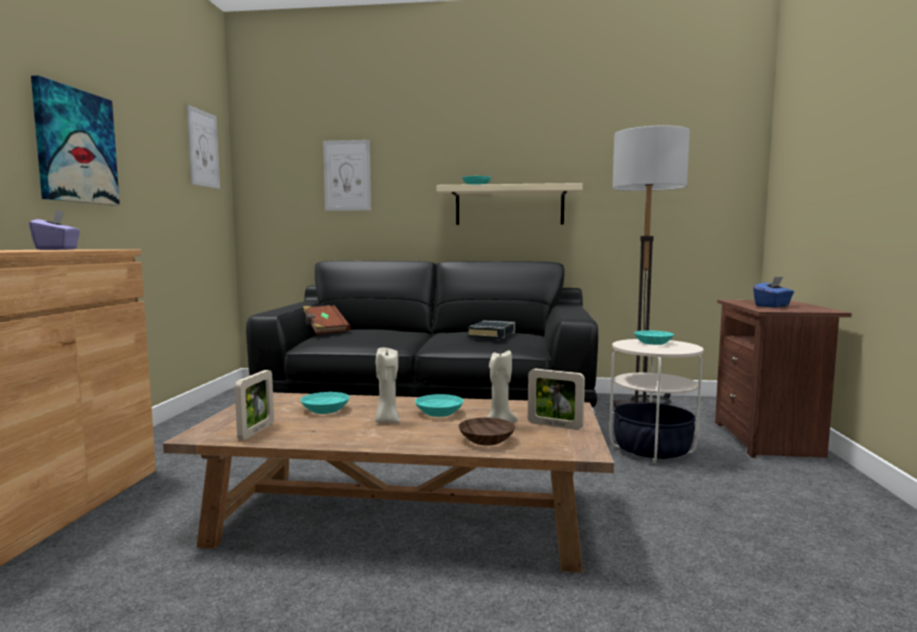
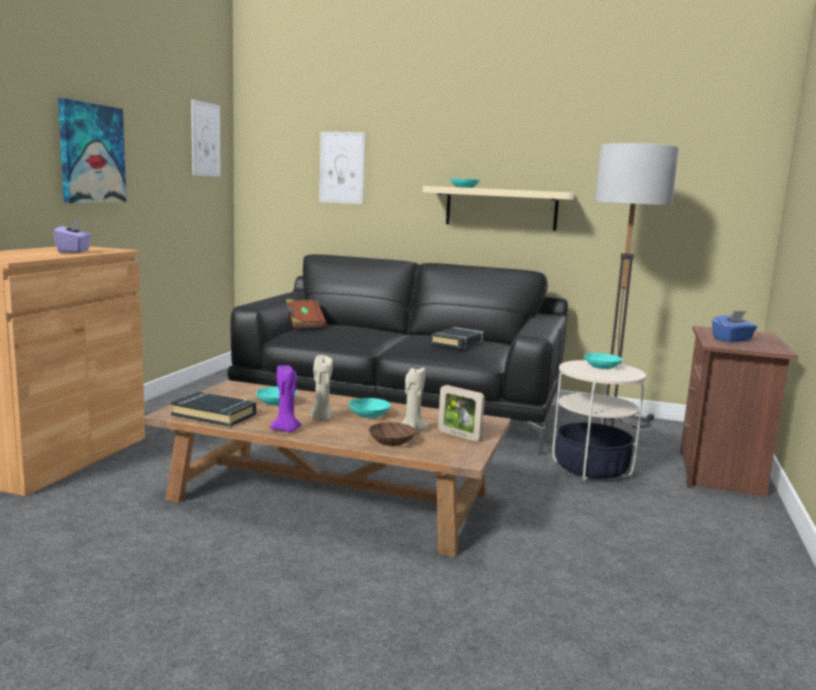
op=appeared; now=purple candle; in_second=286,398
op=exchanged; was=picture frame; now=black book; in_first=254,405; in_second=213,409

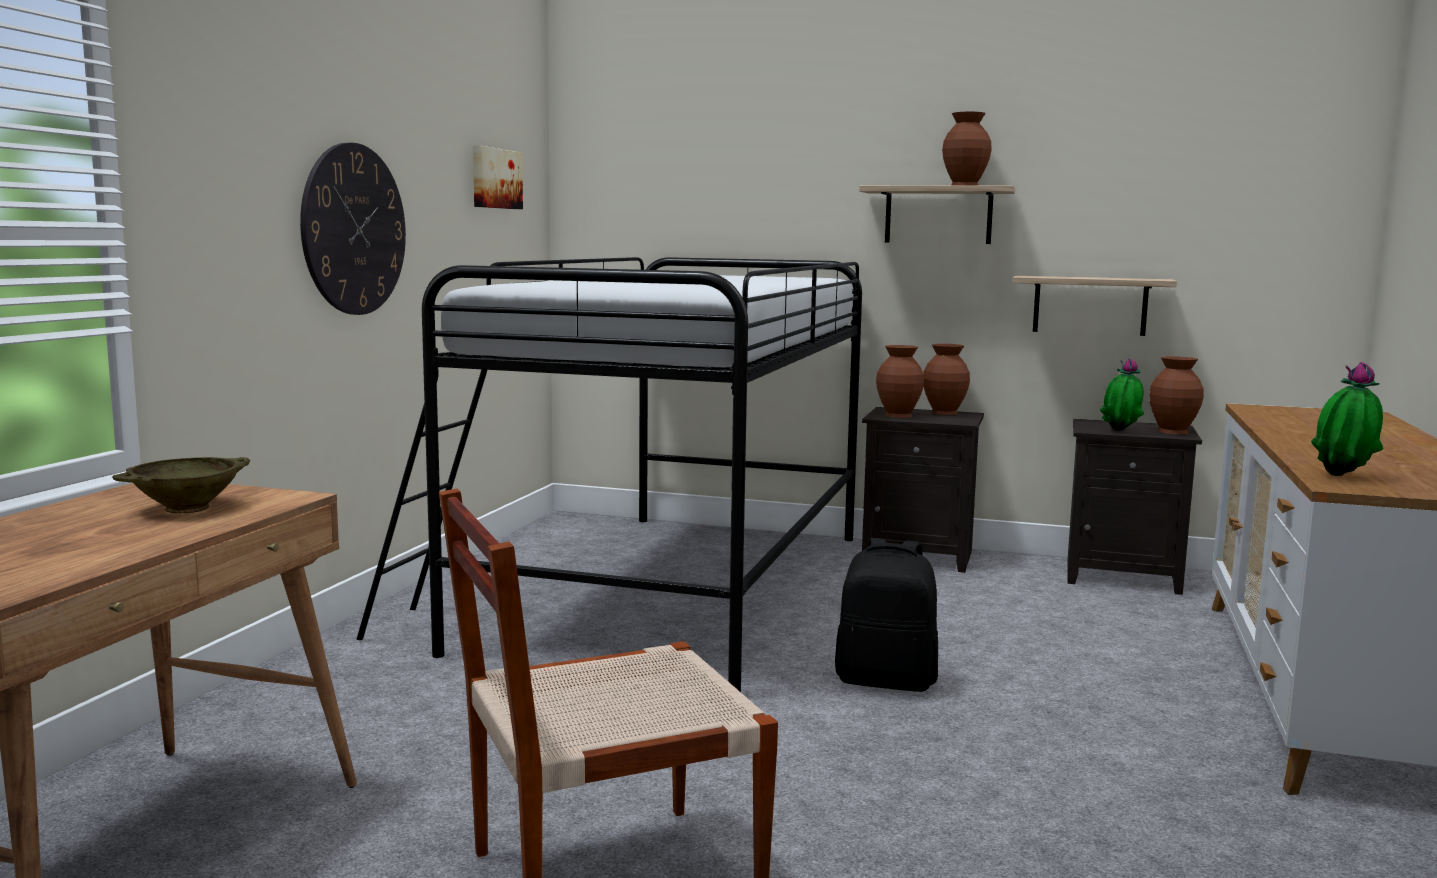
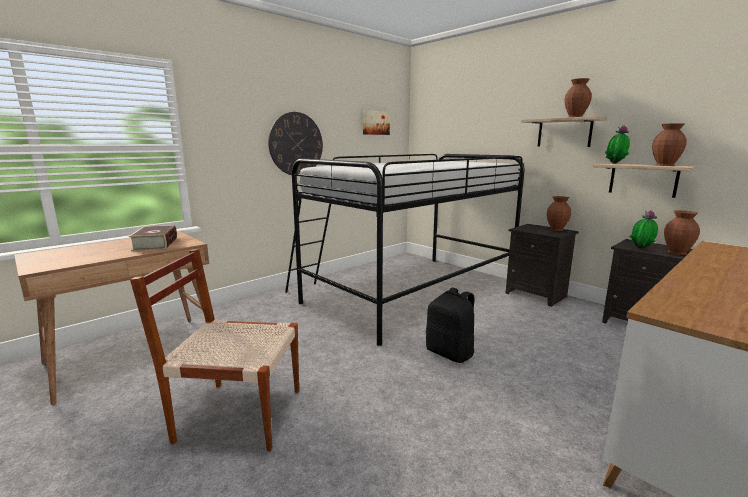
op=relocated; was=brown vase; in_first=900,381; in_second=669,144
op=relocated; was=potted plant; in_first=1347,419; in_second=617,144
op=exchanged; was=beige bowl; now=book; in_first=181,485; in_second=153,238

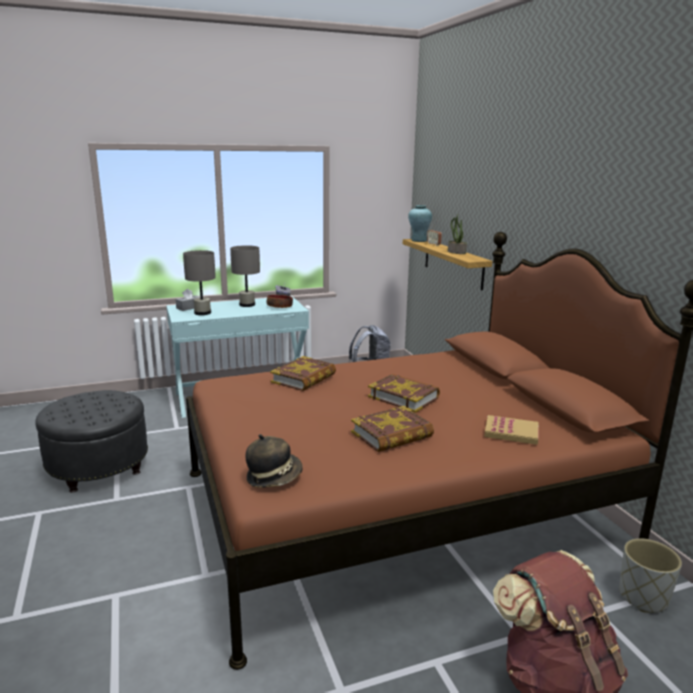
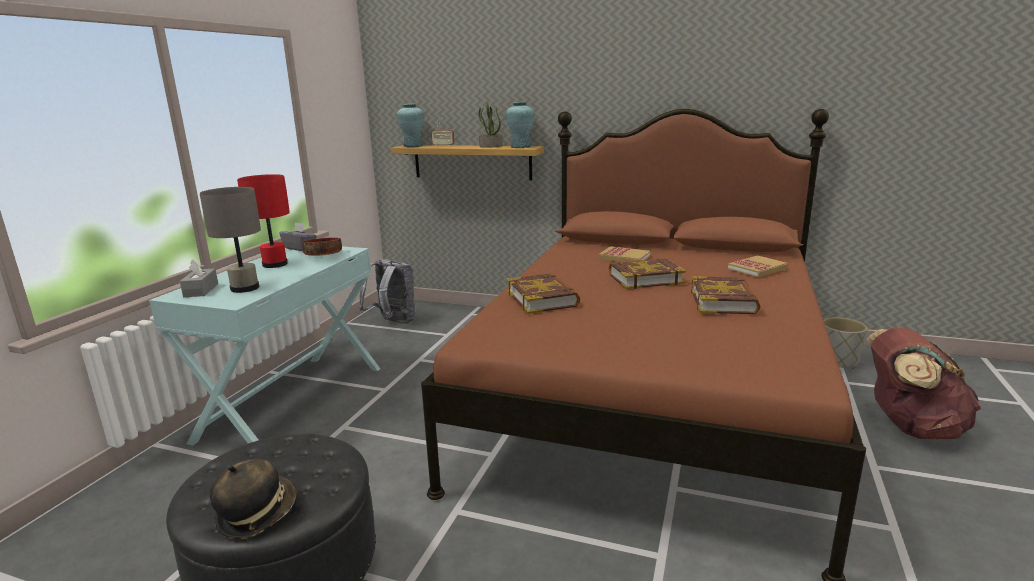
op=appeared; now=turquoise vase; in_second=520,125
op=appeared; now=book; in_second=624,254
op=relocated; was=hat; in_first=274,461; in_second=253,499
op=colour; was=grey table lamp; now=red table lamp; in_first=245,276; in_second=263,221

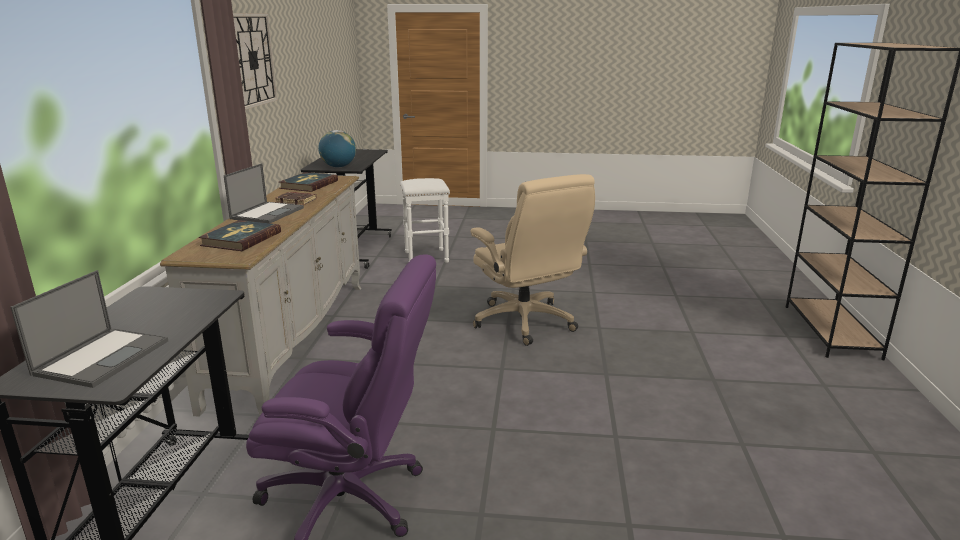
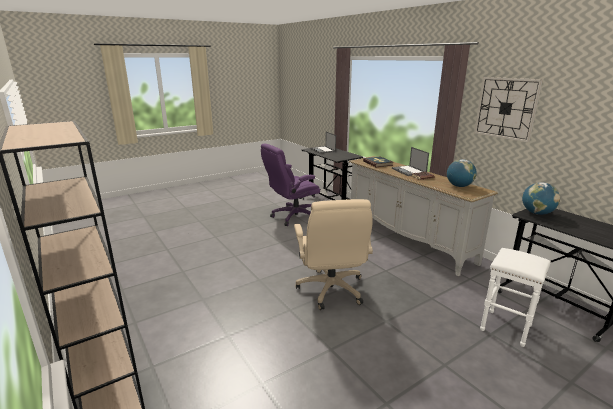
op=exchanged; was=book; now=globe; in_first=308,182; in_second=462,173
op=spun; was=beige office chair; in_first=533,260; in_second=333,254; clockwise=-120

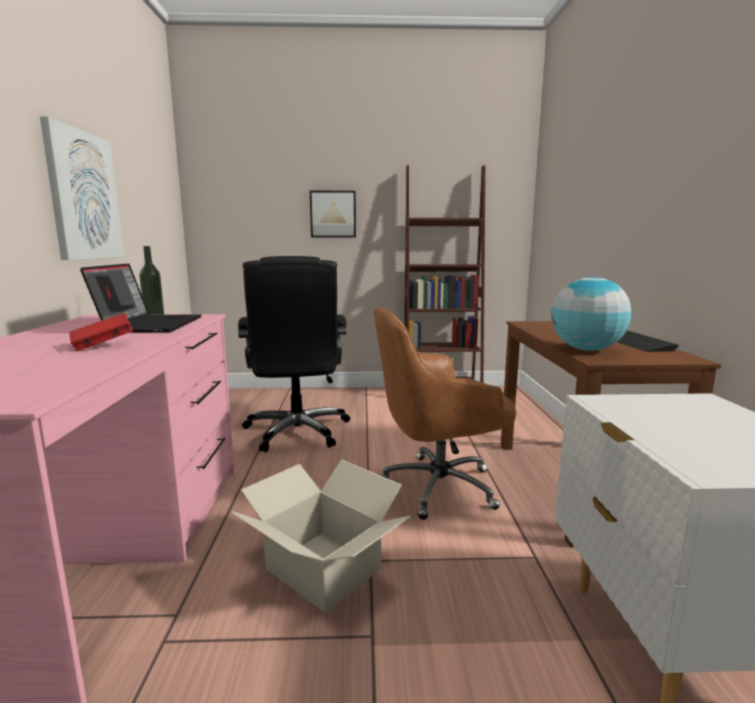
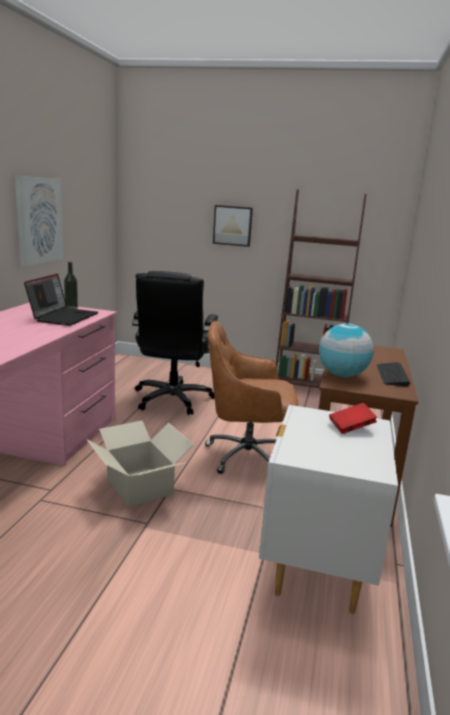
op=relocated; was=red book; in_first=101,332; in_second=353,418

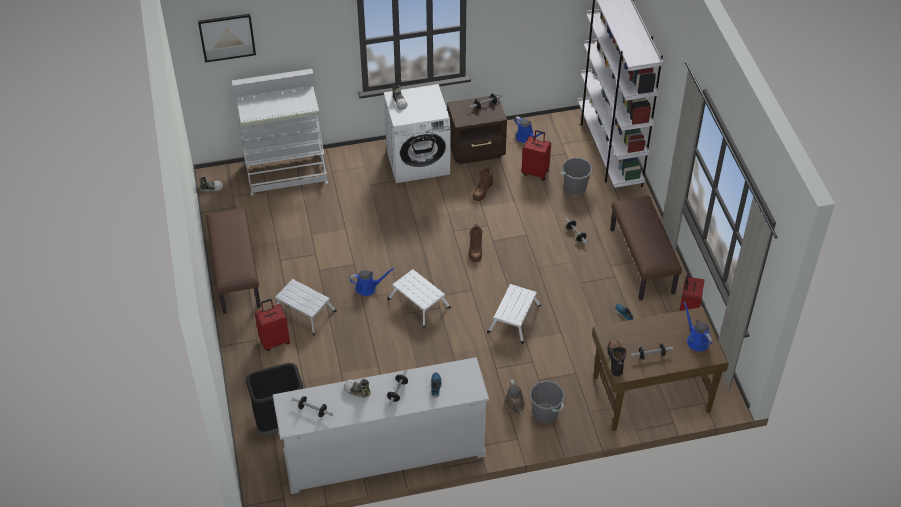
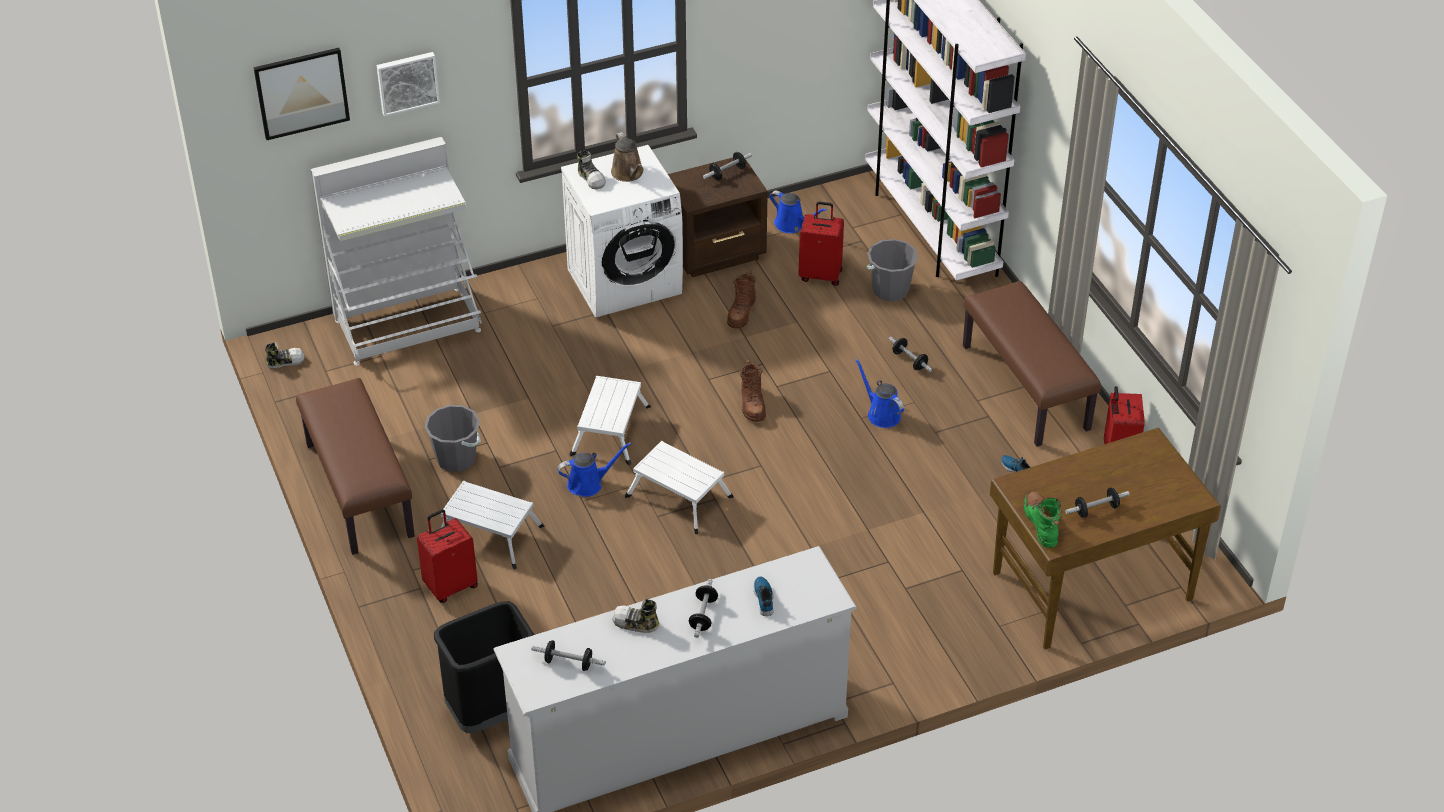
op=appeared; now=picture; in_second=408,84
op=relocated; was=white step ladder; in_first=514,314; in_second=610,420
op=relocated; was=brown watering can; in_first=514,397; in_second=627,157
op=relocated; was=grey bucket; in_first=547,401; in_second=453,438
op=relocated; was=blue watering can; in_first=698,326; in_second=879,393
op=colour; was=black boot; now=green boot; in_first=616,357; in_second=1043,520

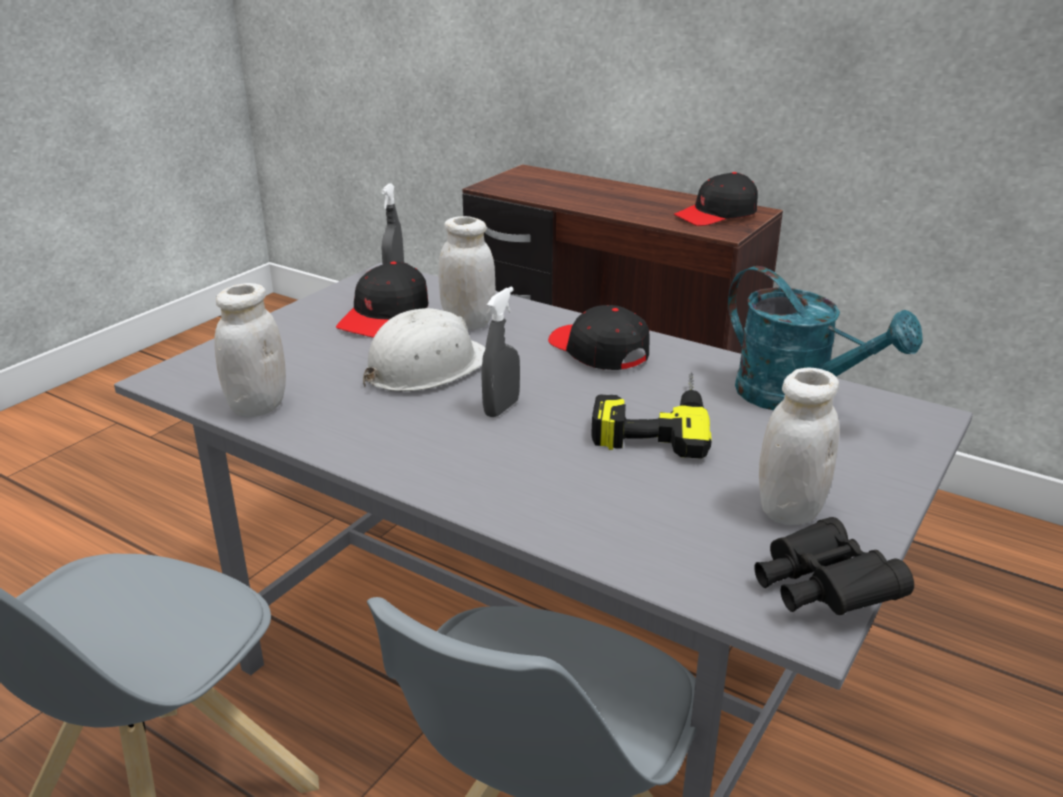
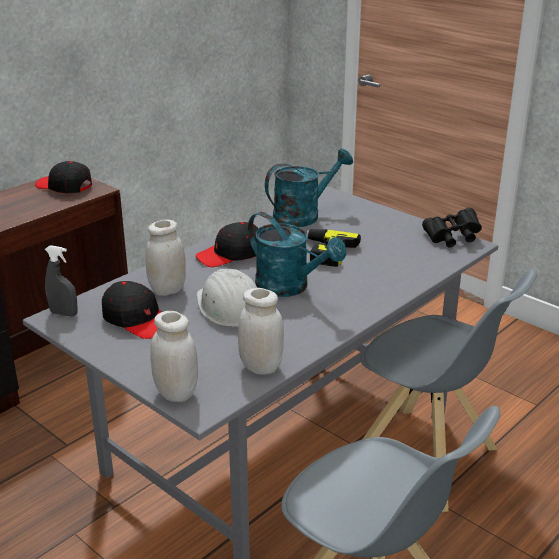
op=relocated; was=white jar; in_first=799,446; in_second=174,356
op=exchanged; was=grey spray bottle; now=turquoise watering can; in_first=500,351; in_second=297,254
op=spun; was=black cap; in_first=716,199; in_second=63,177; clockwise=135

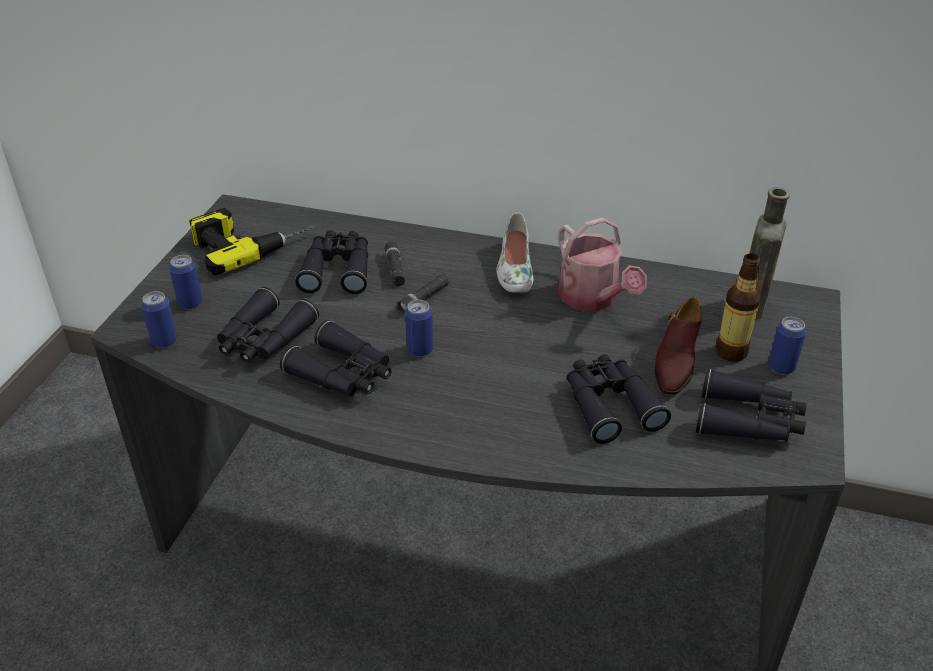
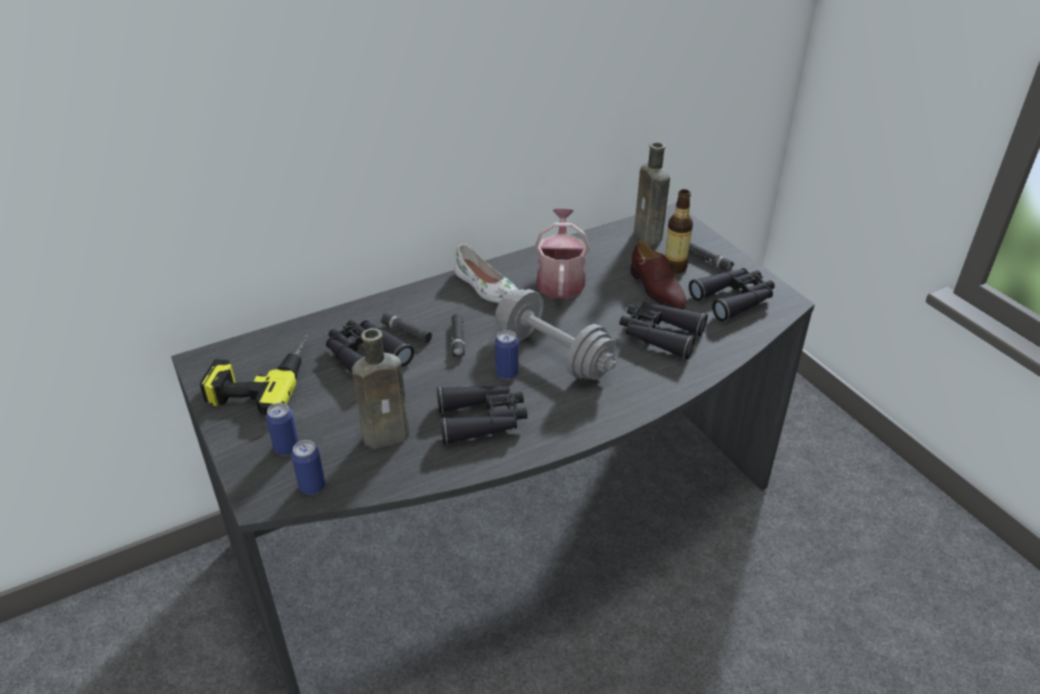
op=appeared; now=grey dumbbell; in_second=555,334
op=exchanged; was=black binoculars; now=brown bottle; in_first=268,325; in_second=381,388
op=exchanged; was=can; now=black flashlight; in_first=787,346; in_second=711,256
op=spun; was=watering can; in_first=602,264; in_second=562,253; clockwise=-105

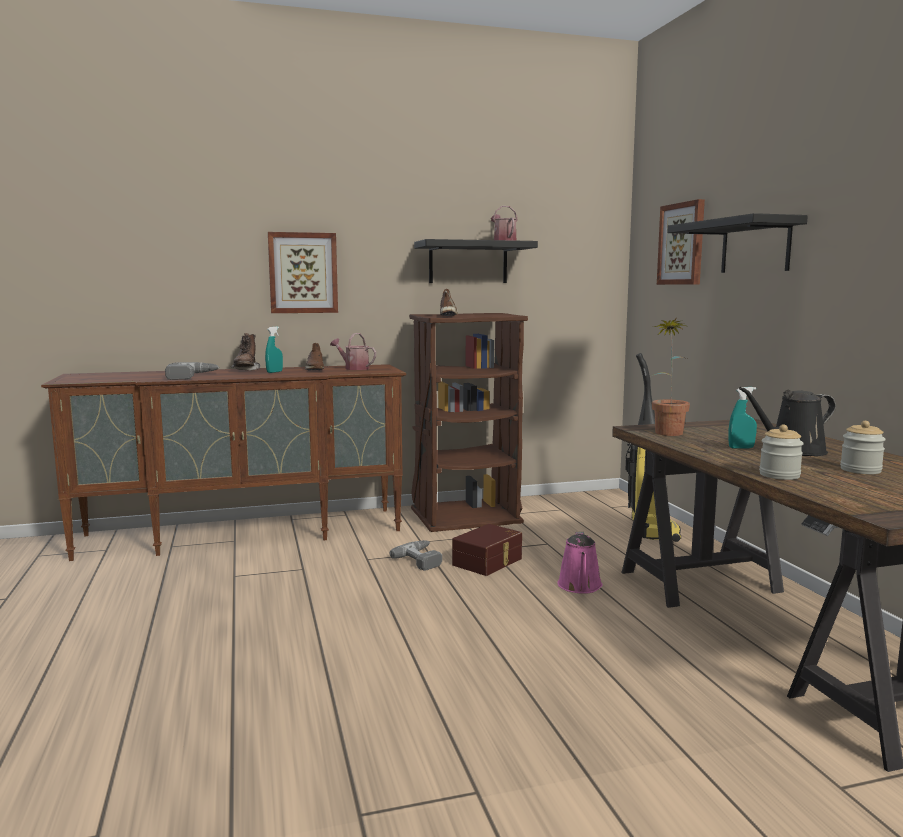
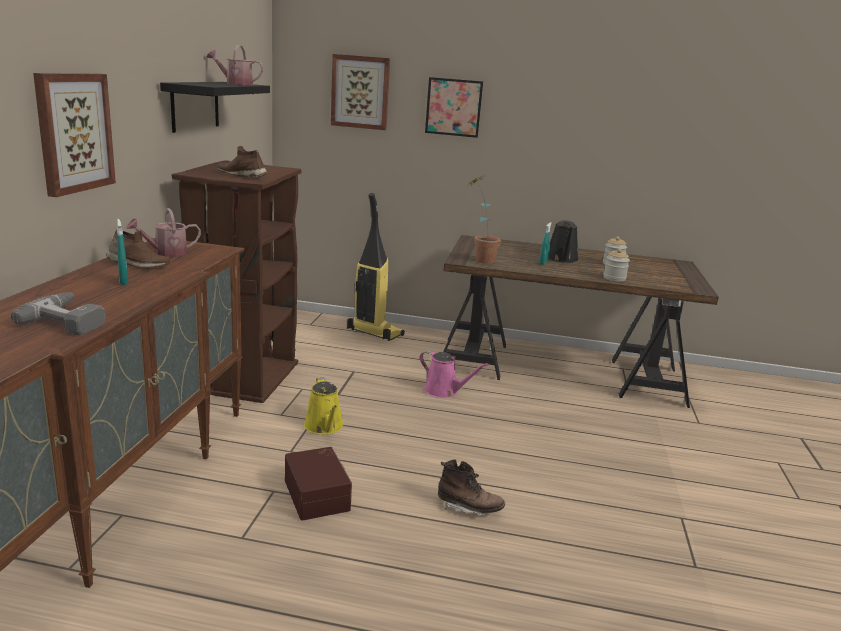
op=relocated; was=brown boot; in_first=245,352; in_second=471,488
op=relocated; was=brown storage box; in_first=487,550; in_second=318,484
op=exchanged; was=power drill; now=yellow watering can; in_first=416,555; in_second=324,406
op=exchanged; was=black shelf; now=picture; in_first=737,243; in_second=454,107

